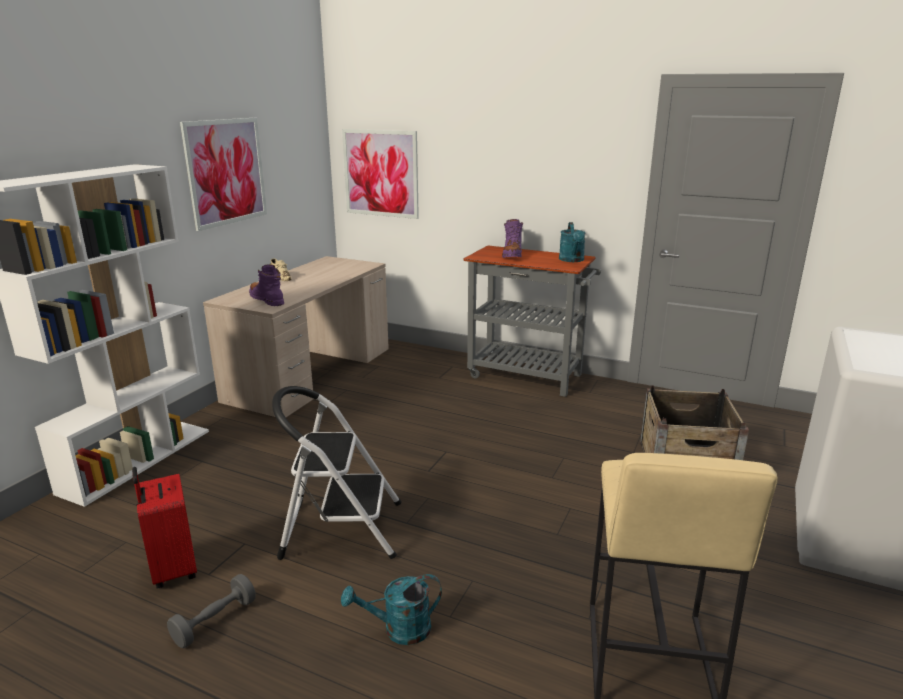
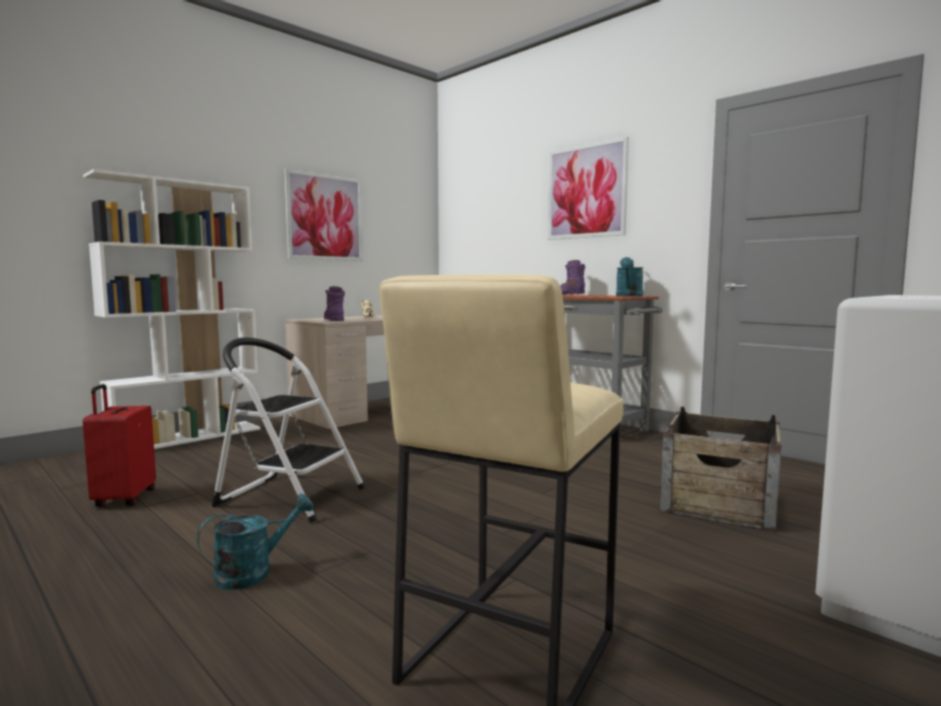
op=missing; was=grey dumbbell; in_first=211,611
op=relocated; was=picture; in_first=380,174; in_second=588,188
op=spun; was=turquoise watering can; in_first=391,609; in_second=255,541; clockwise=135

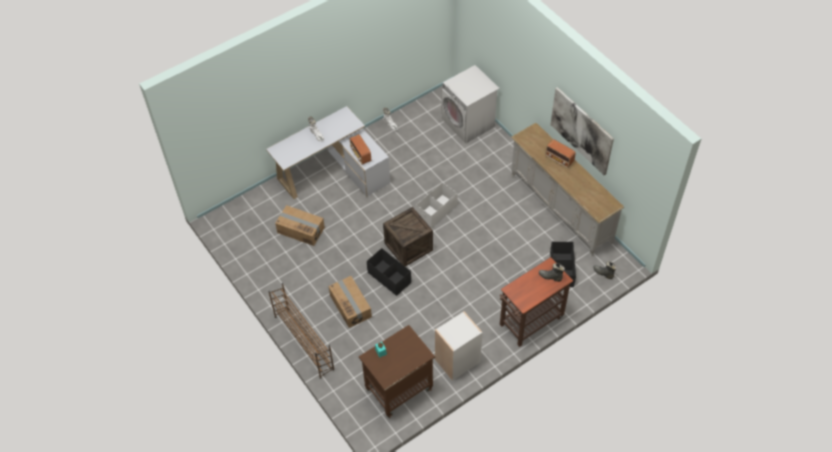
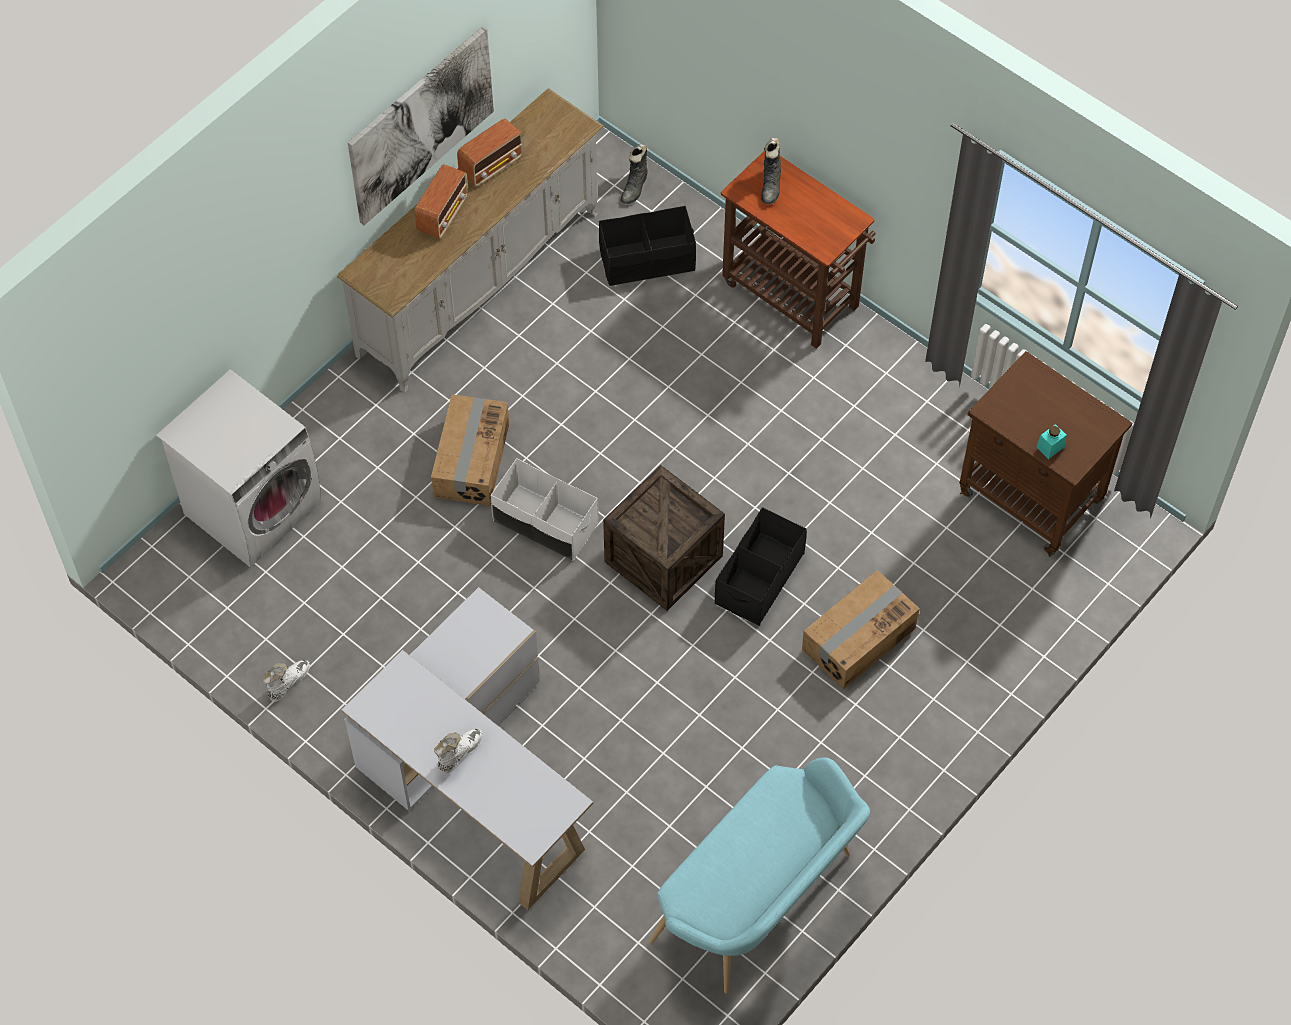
op=missing; was=brown shoe rack; in_first=301,331
op=missing; was=white bookcase; in_first=459,346
op=appeared; now=turquoise bench; in_second=759,875
op=relocated; was=cardboard box; in_first=300,225; in_second=470,450
op=relocated; was=radio; in_first=360,149; in_second=490,153

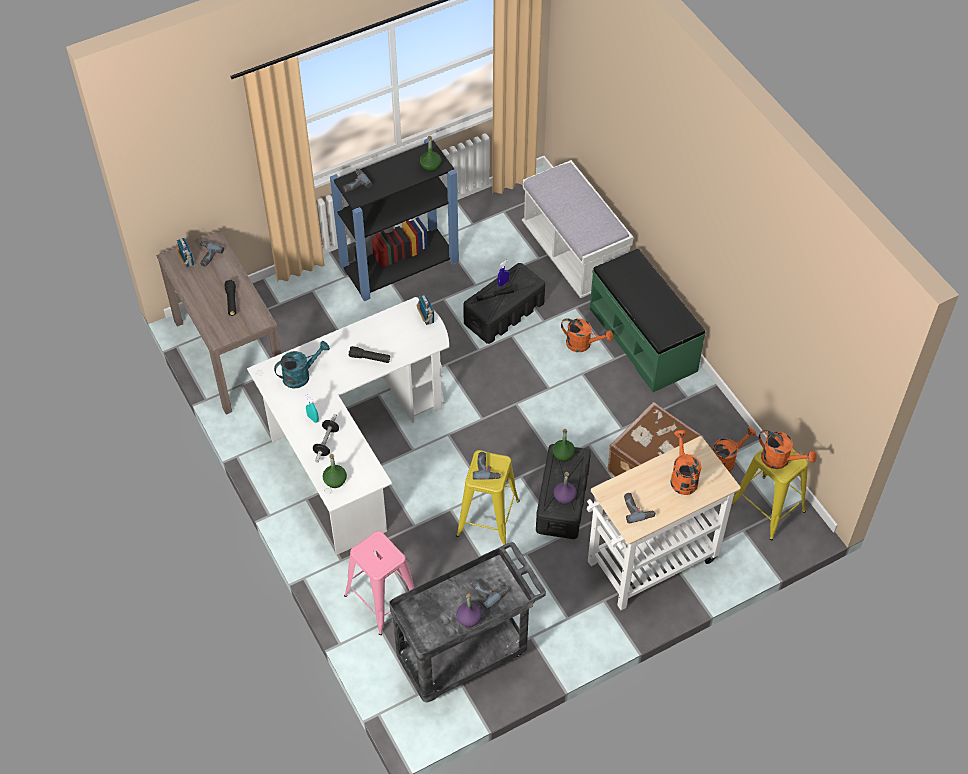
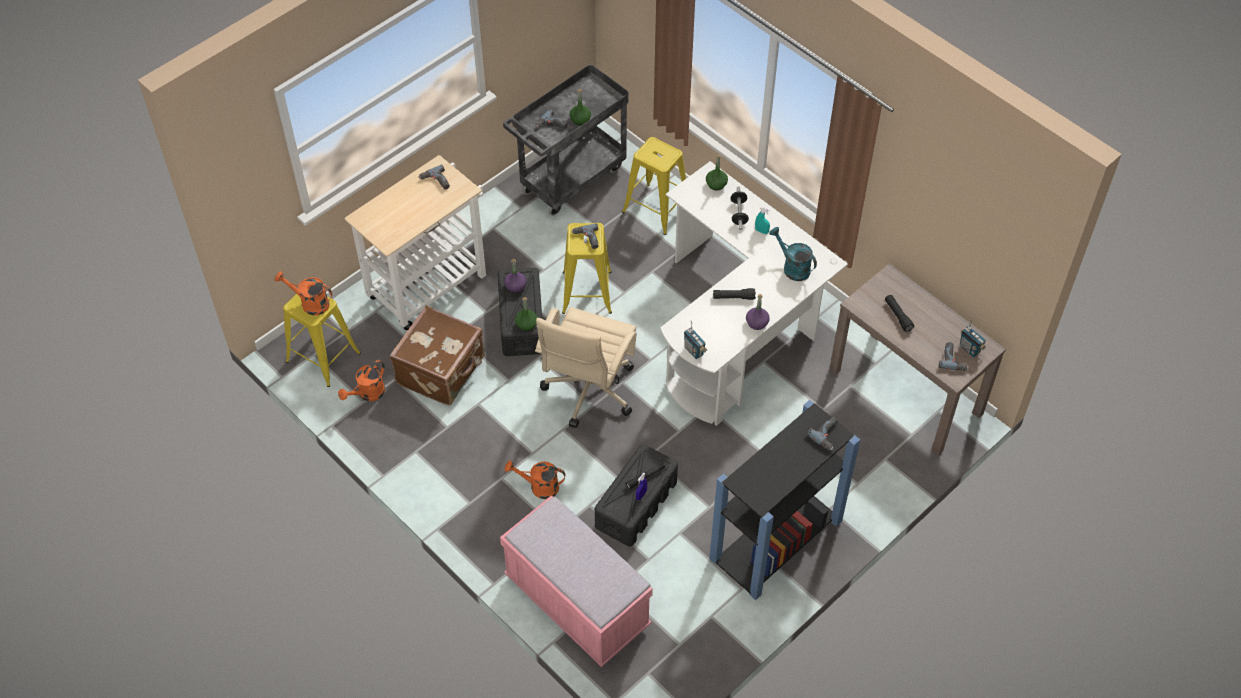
op=missing; was=green bench; in_first=647,320
op=missing; was=orange watering can; in_first=686,462
op=appeared; now=beige office chair; in_second=585,367
op=relocated; was=green bottle; in_first=430,154; in_second=580,107
op=relocated; was=purple bottle; in_first=469,610; in_second=758,312
op=colour; was=pink stool; now=yellow stool; in_first=379,583; in_second=654,186
op=colour; was=white bench; now=pink bench; in_first=577,229; in_second=576,581
op=spun; was=turquoise watering can; in_first=302,365; in_second=793,254; clockwise=90

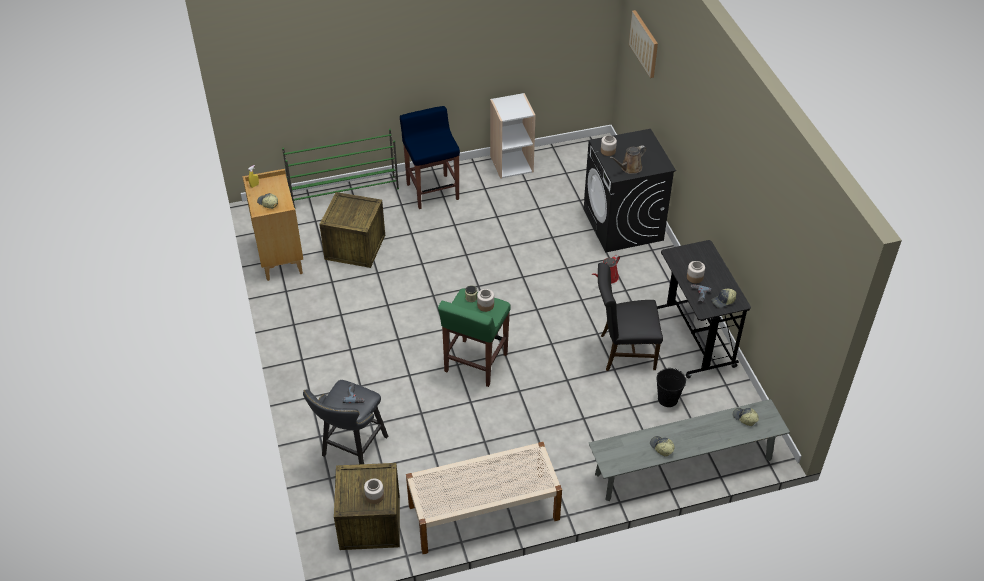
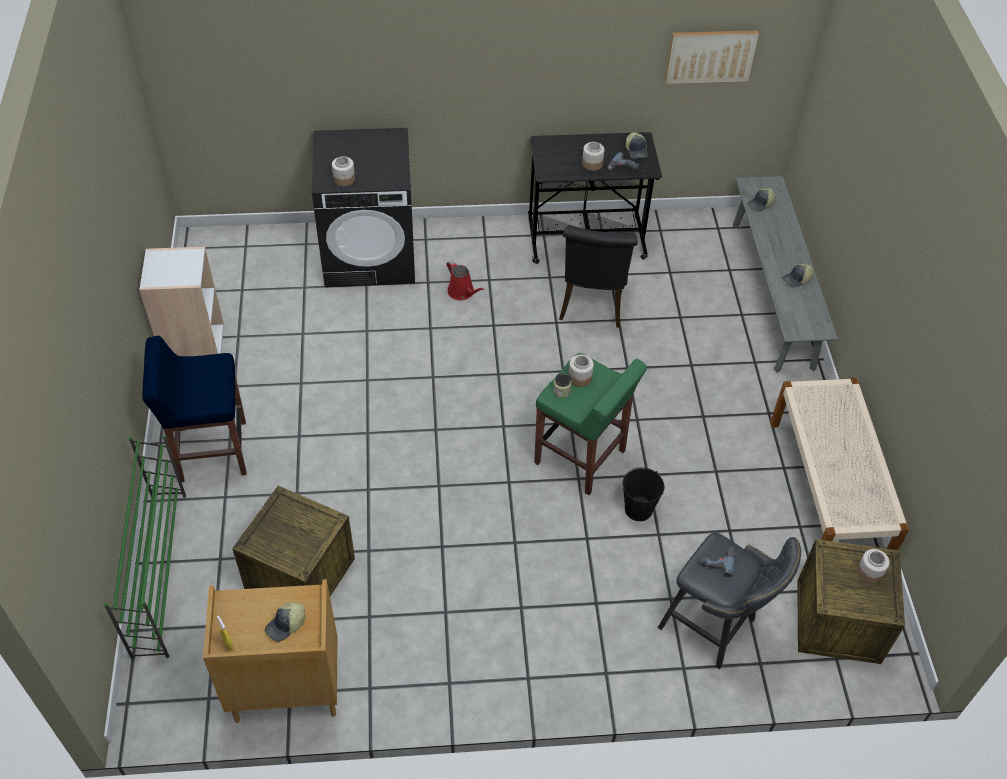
op=missing; was=brown watering can; in_first=627,159
op=relocated; was=picture; in_first=643,44; in_second=712,57
op=relocated; was=black bucket; in_first=671,387; in_second=643,494

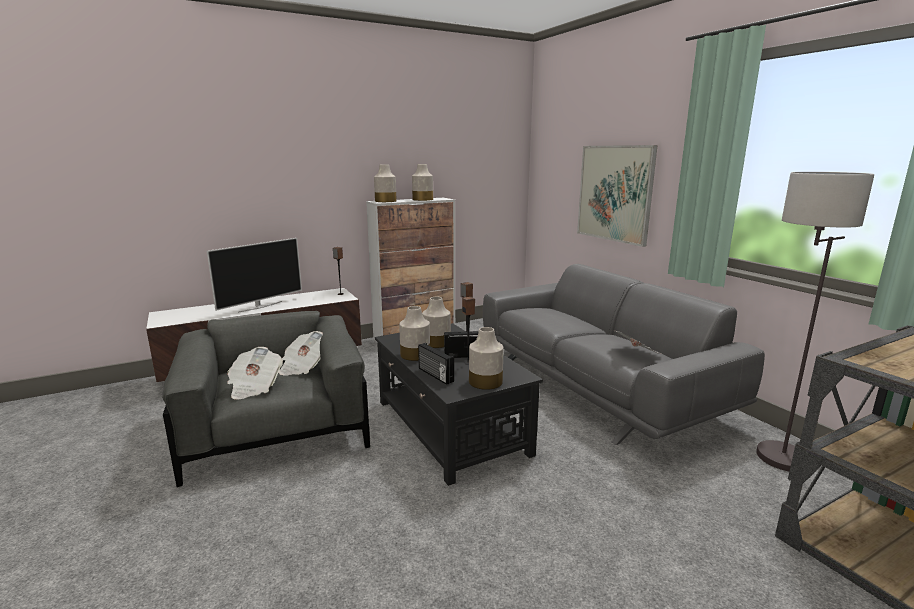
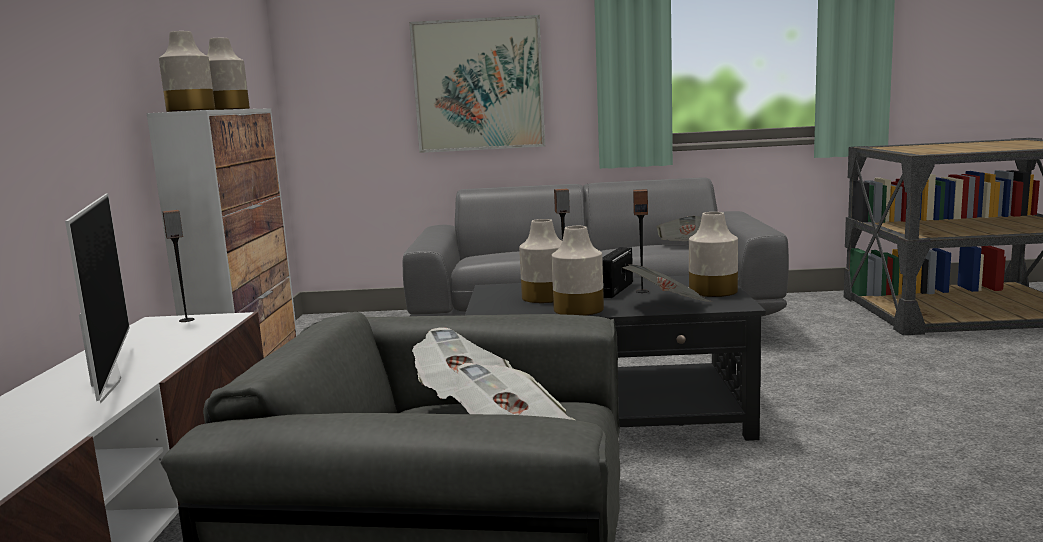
op=missing; was=grey floor lamp; in_first=815,321
op=exchanged; was=radio; now=newspaper; in_first=436,364; in_second=666,283

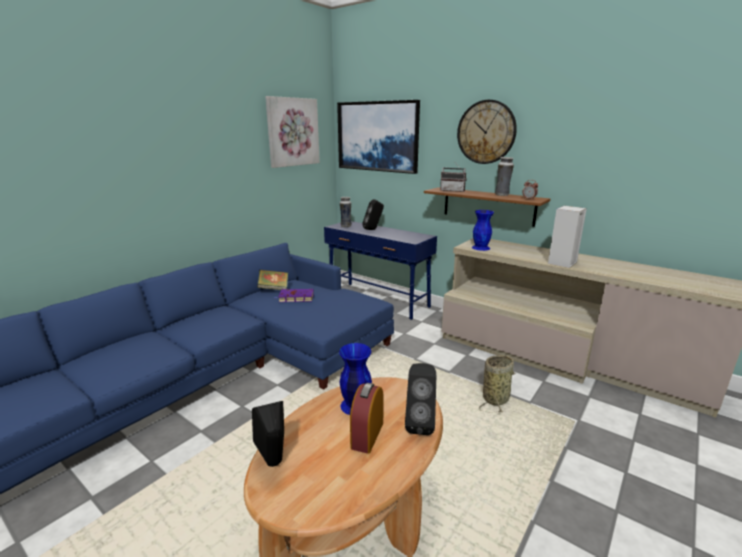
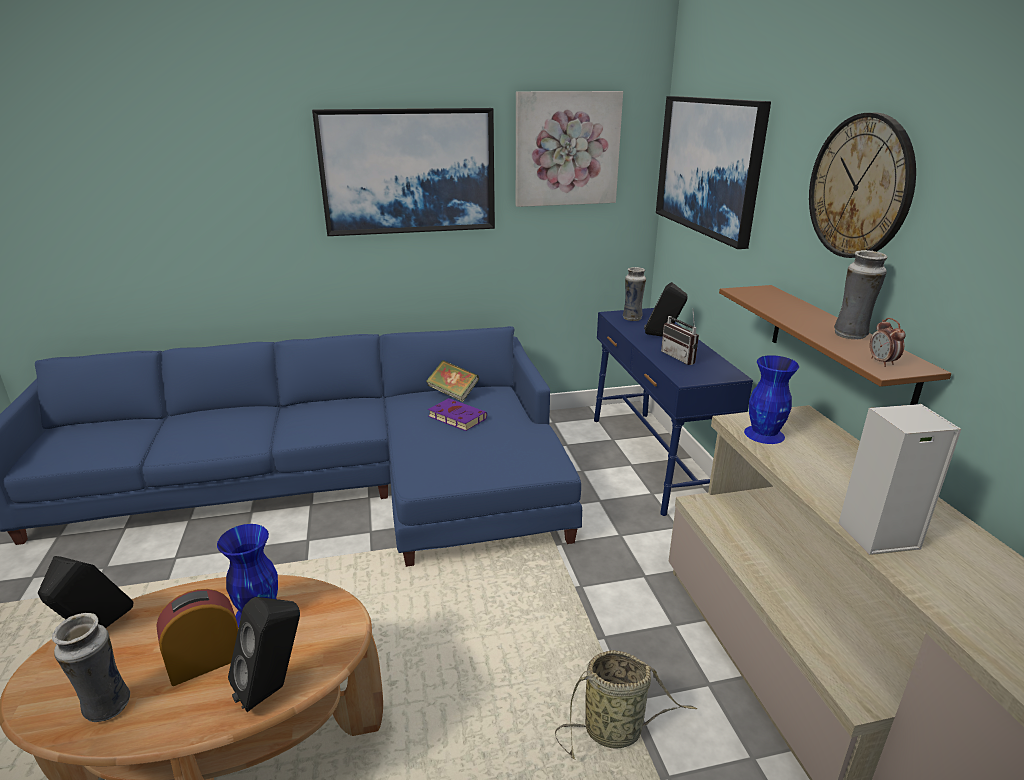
op=appeared; now=vase; in_second=91,667
op=appeared; now=picture; in_second=403,172
op=relocated; was=radio; in_first=453,179; in_second=680,338

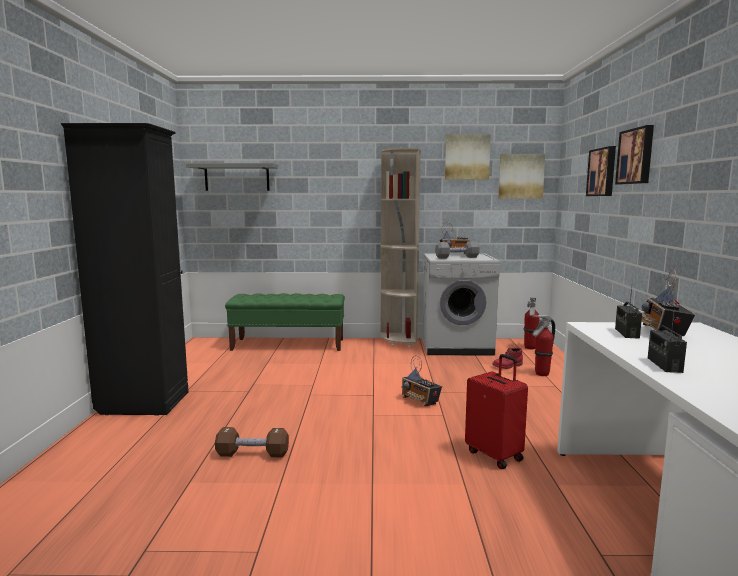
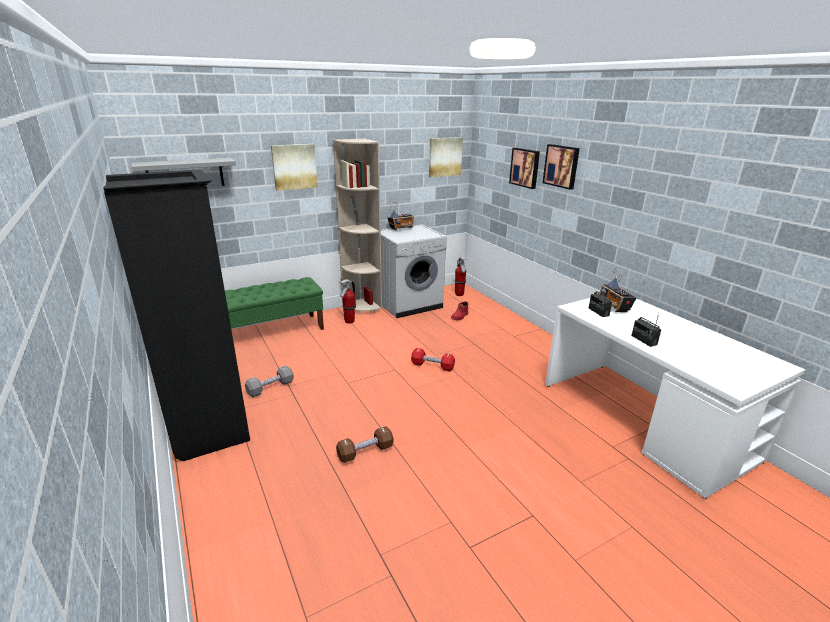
op=missing; was=red suitcase; in_first=496,411
op=relocated; was=grey dumbbell; in_first=457,250; in_second=269,381
op=relocated; was=picture; in_first=468,156; in_second=294,167
op=relocated; was=fire extinguisher; in_first=543,345; in_second=347,301
op=exchanged; was=radio; now=red dumbbell; in_first=421,380; in_second=433,359

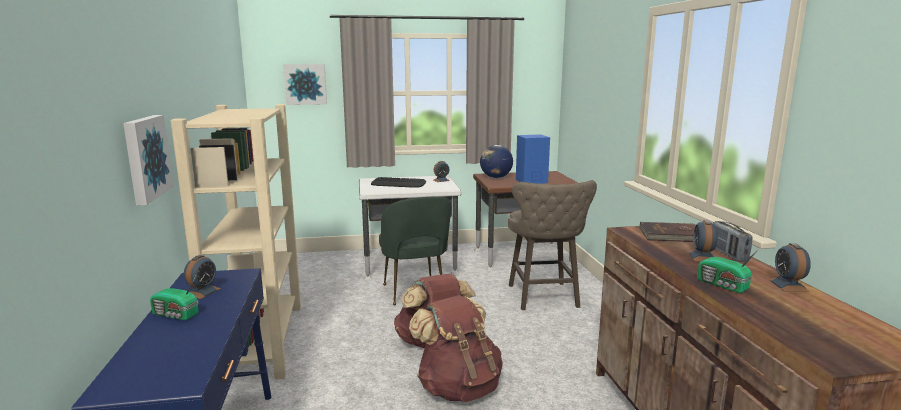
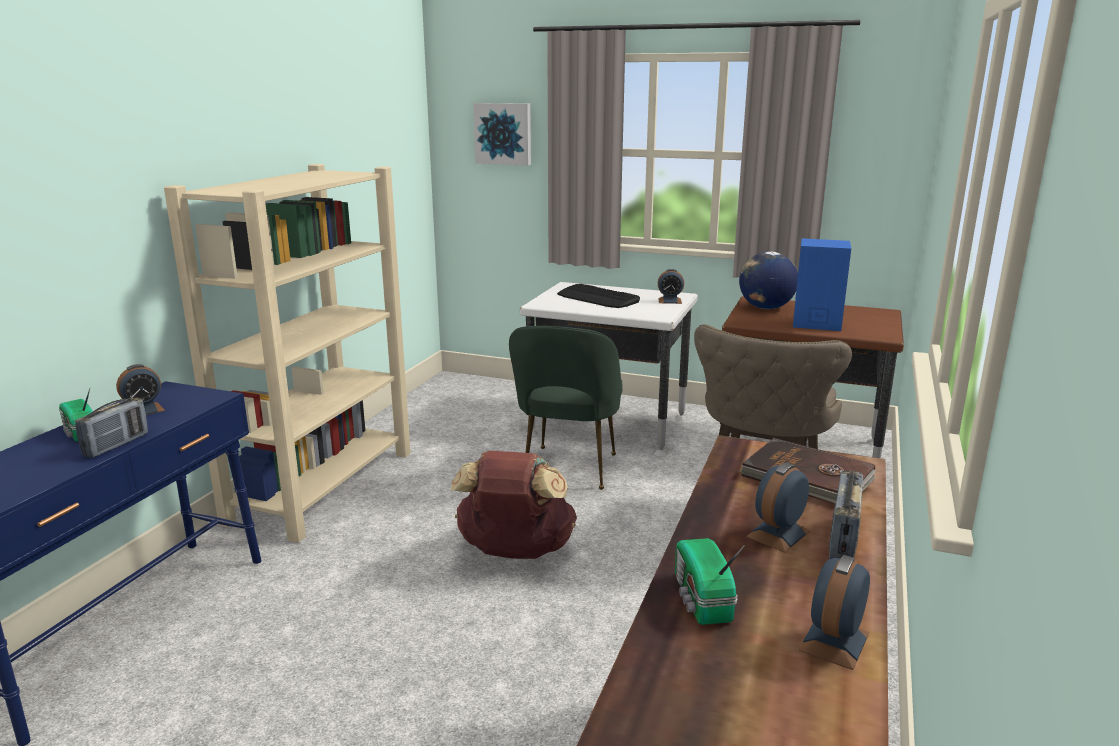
op=missing; was=picture; in_first=148,160
op=missing; was=brown backpack; in_first=456,348
op=appeared; now=radio; in_second=111,428

